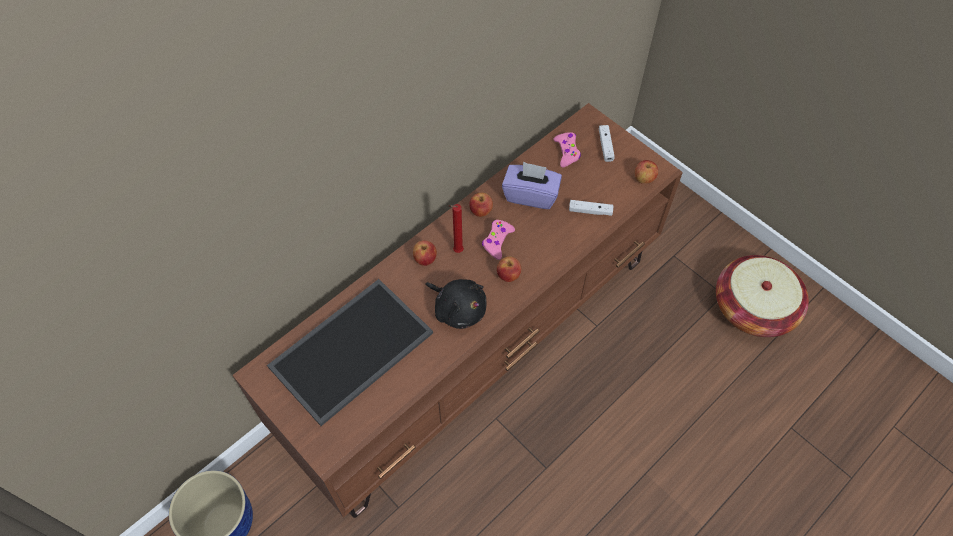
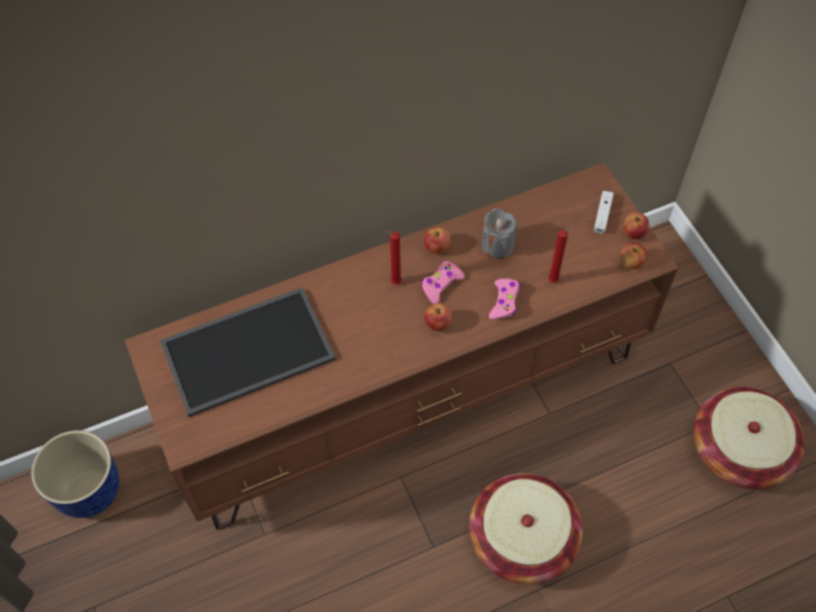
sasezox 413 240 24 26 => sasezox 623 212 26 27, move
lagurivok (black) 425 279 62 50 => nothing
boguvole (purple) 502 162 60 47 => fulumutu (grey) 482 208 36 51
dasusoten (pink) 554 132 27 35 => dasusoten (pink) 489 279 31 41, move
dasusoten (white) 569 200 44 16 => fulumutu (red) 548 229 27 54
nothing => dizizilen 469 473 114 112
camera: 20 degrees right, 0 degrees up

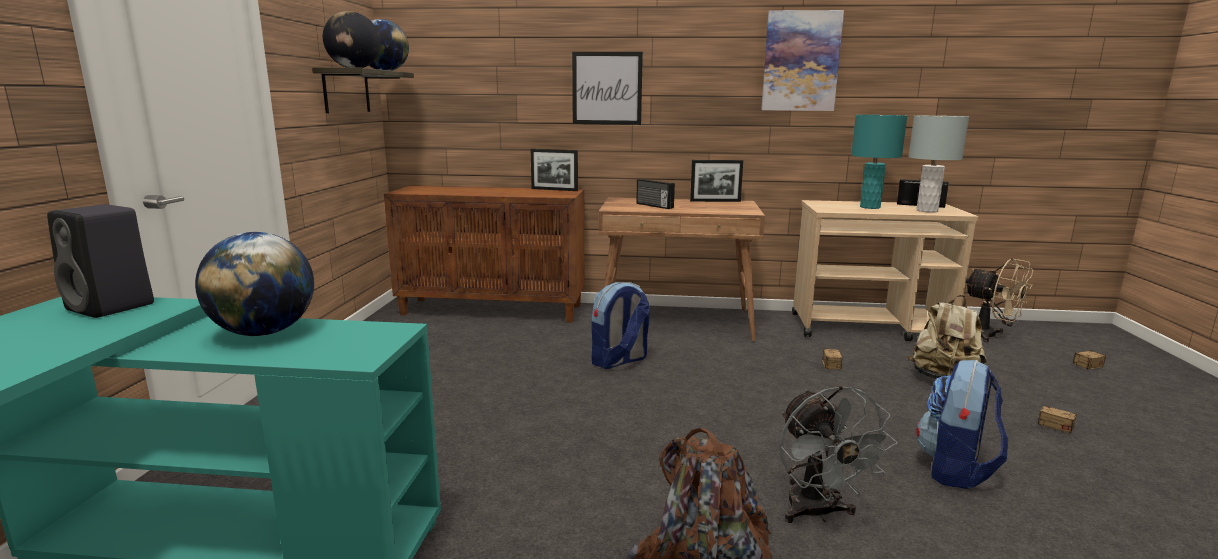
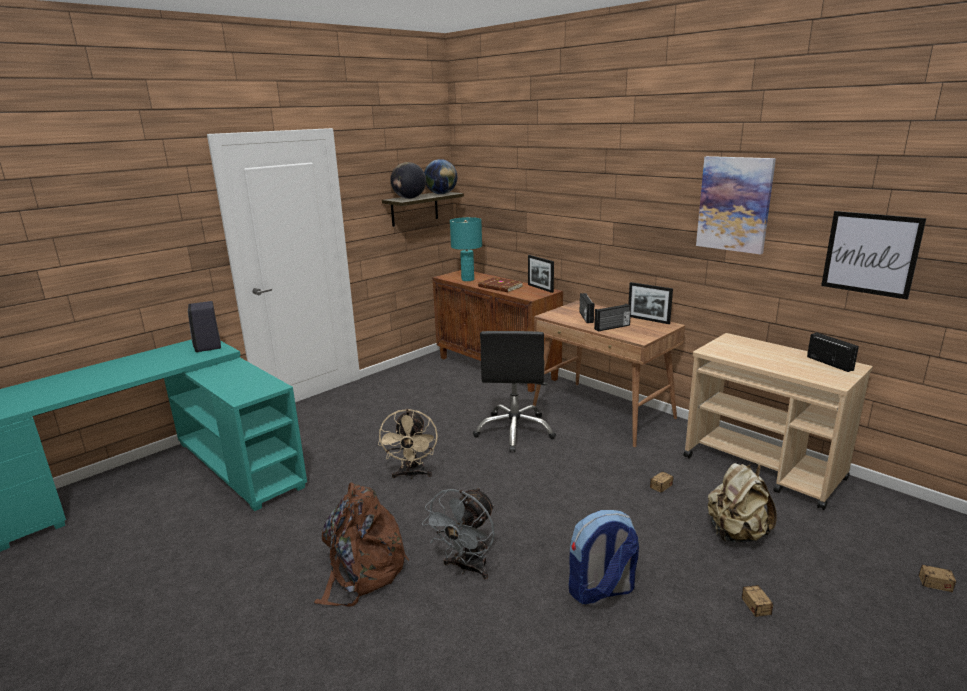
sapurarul 195 232 119 104 => nothing
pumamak 572 52 71 73 => pumamak 821 211 106 89, move
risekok 592 282 57 87 => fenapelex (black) 473 331 83 121
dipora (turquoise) 851 115 56 94 => dipora (turquoise) 450 217 32 64, move
dipora (grey) 908 116 61 97 => nothing
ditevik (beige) 965 258 68 84 => ditevik (beige) 378 409 60 70, move
nothing => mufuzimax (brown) 478 277 45 15
nothing => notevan 594 304 37 27
camera: 40 degrees right, 5 degrees up

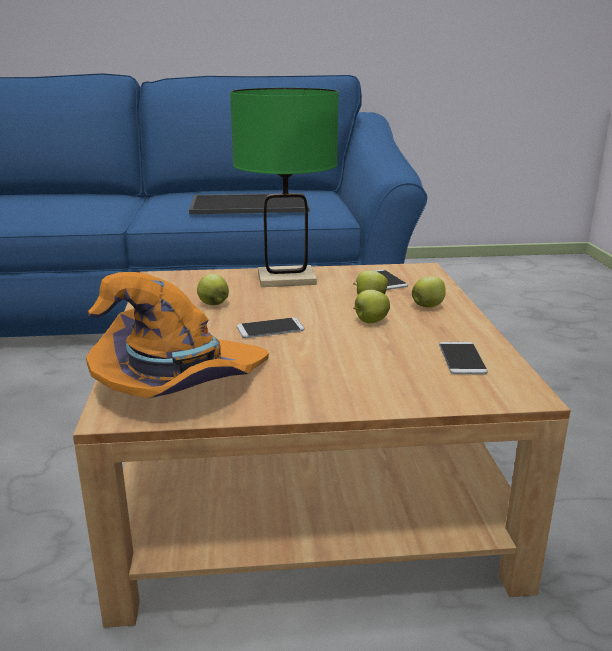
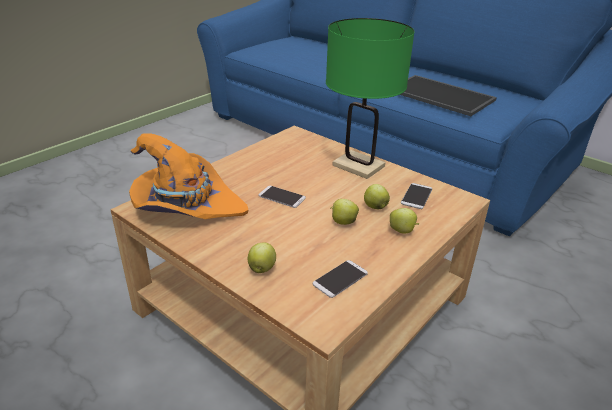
sasezox 197 274 32 31 => sasezox 248 243 28 30, move
camera: 45 degrees right, 10 degrees up

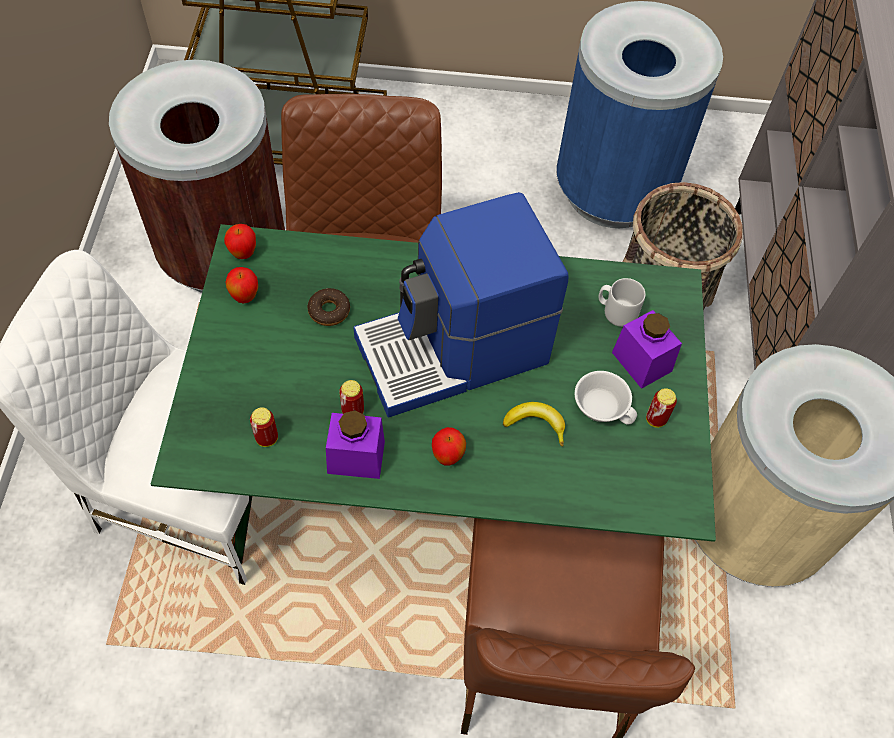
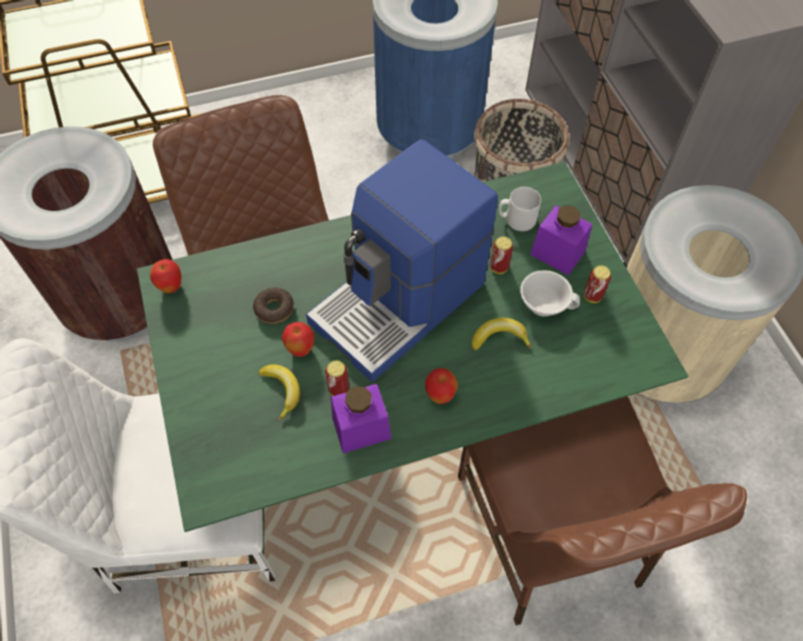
sasezox 225 267 33 36 => sasezox 282 322 33 35, move
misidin 250 407 28 40 => misidin 490 236 23 38, move
nothing => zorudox 259 364 41 56
camera: 20 degrees left, 0 degrees up

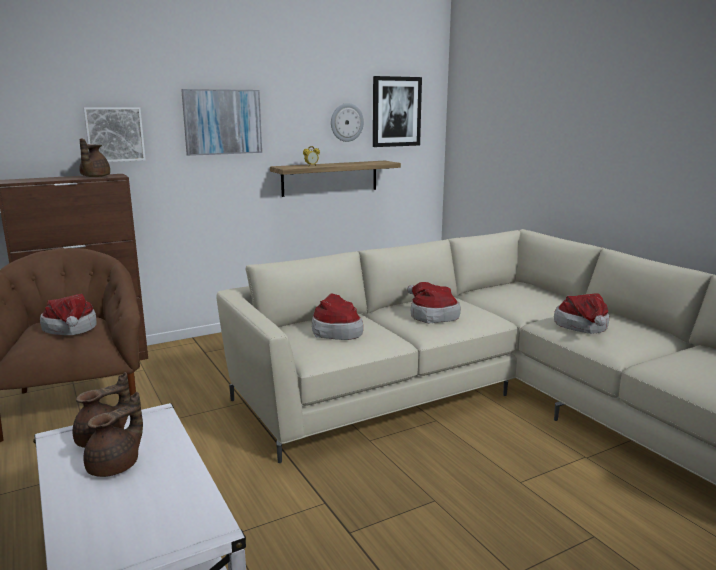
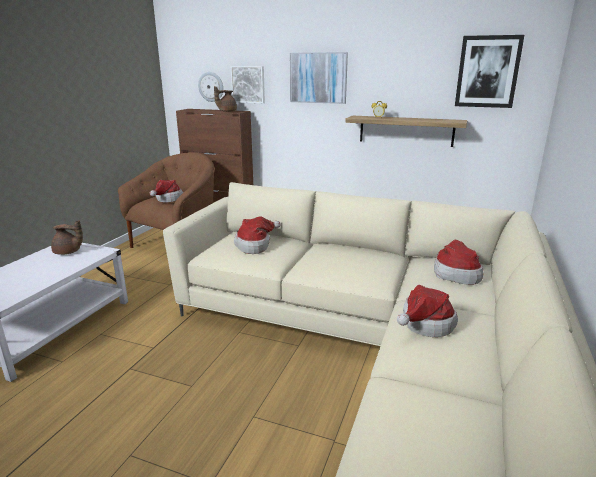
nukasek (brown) 83 392 60 85 => nothing
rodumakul 331 103 33 39 => rodumakul 198 72 25 30, move
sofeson 407 282 54 42 => sofeson 434 240 50 45, move
camera: 50 degrees right, 5 degrees up

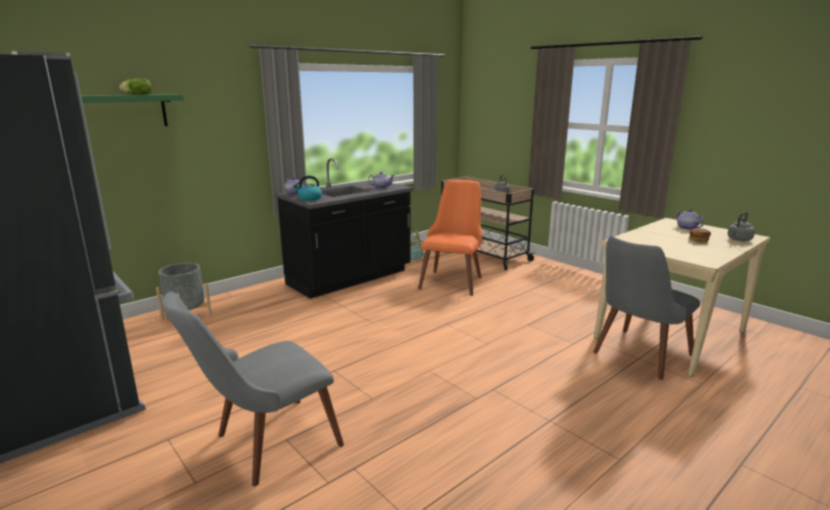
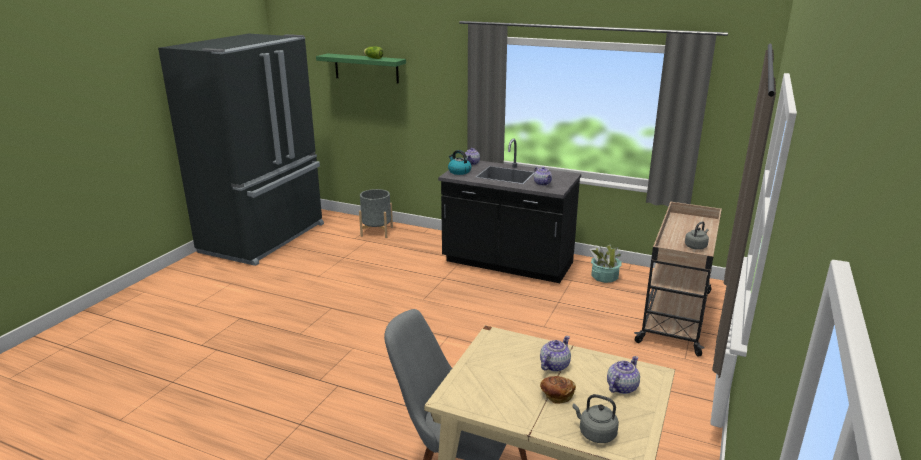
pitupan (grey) 161 292 183 194 => nothing
pitupan (orange) 418 180 64 116 => nothing
nothing => nukasek 540 336 31 36
camera: 65 degrees right, 5 degrees up

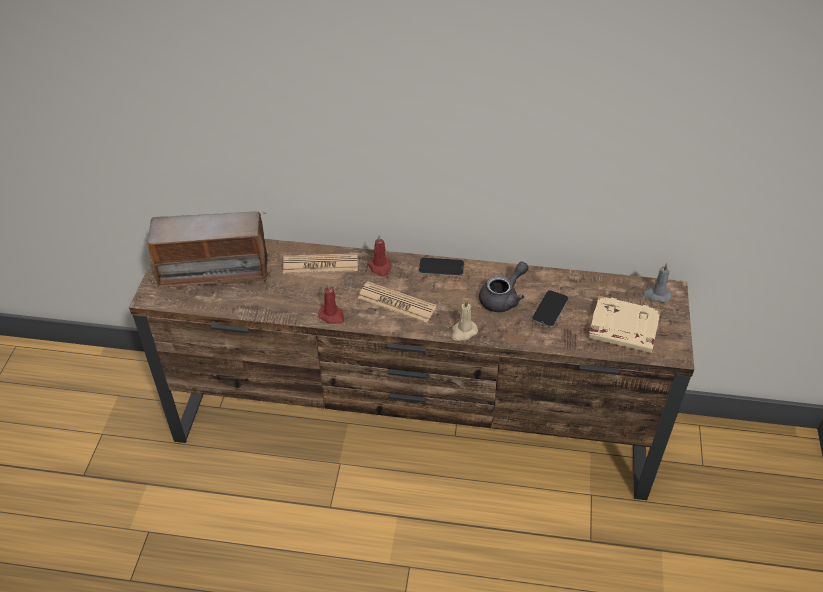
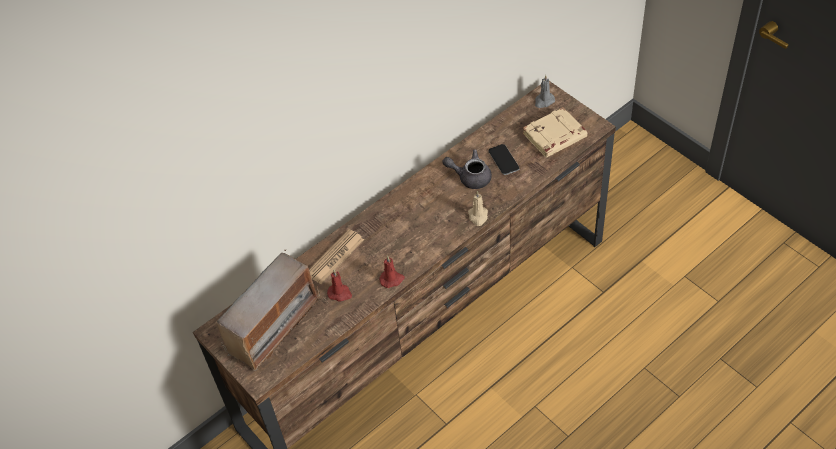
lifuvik 358 281 79 42 => nothing
fulumutu (red) 368 235 23 42 => fulumutu (red) 327 270 25 32, move
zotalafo 419 258 45 18 => nothing
nukasek (grey) 479 261 50 51 => nukasek (grey) 442 149 50 40, 75 degrees counterclockwise
camera: 45 degrees left, 5 degrees up

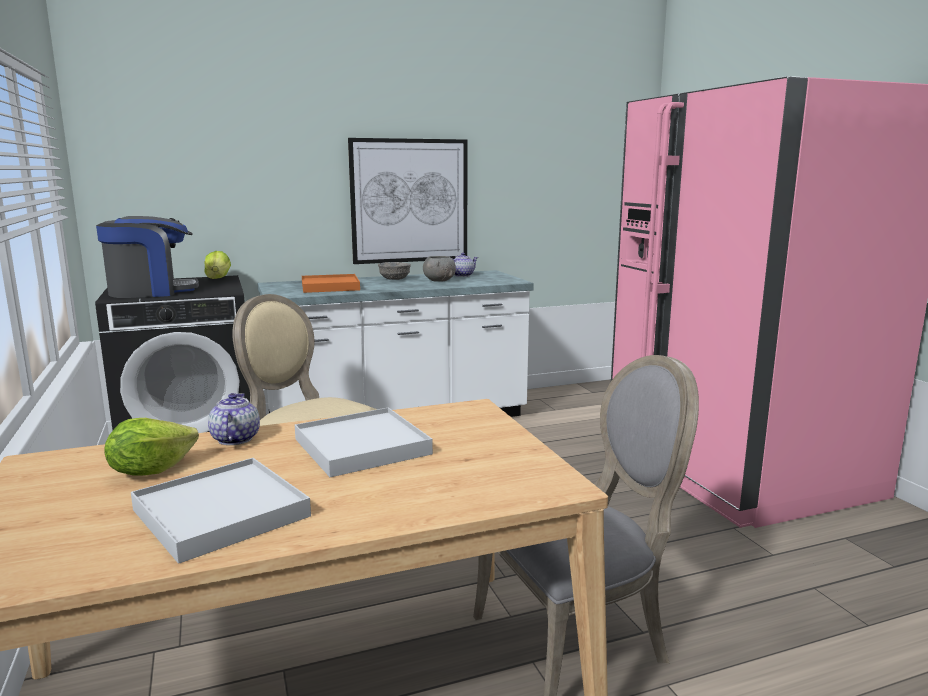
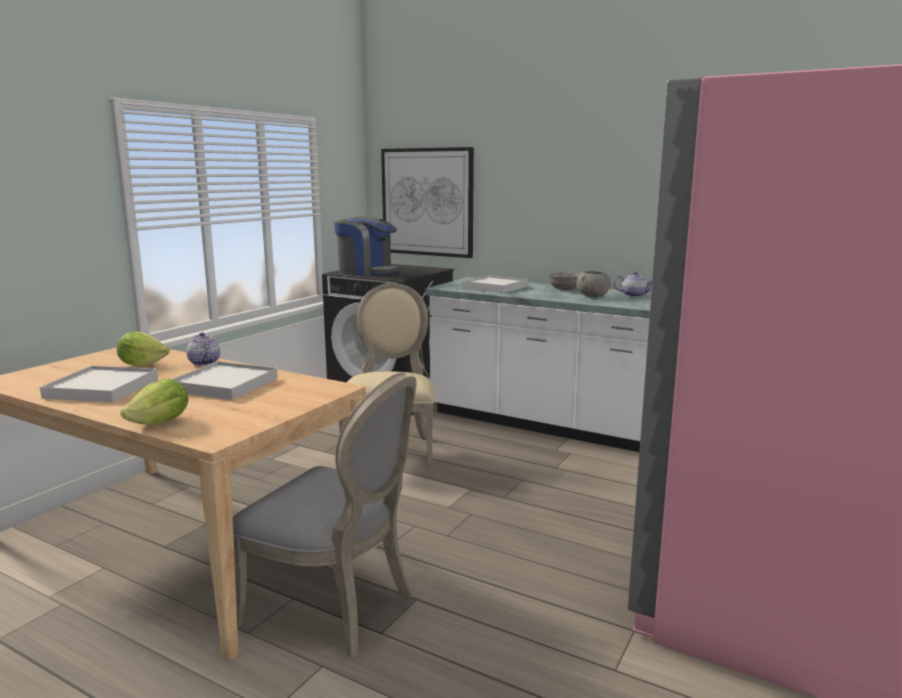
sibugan 204 251 27 28 => sibugan 120 379 68 46, move
nukasek 208 393 52 52 => nukasek 186 332 34 34, 75 degrees counterclockwise
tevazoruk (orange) 302 274 58 19 => tevazoruk (white) 462 275 66 18
pumamak 348 138 119 126 => pumamak 381 147 93 111, move
camera: 50 degrees right, 0 degrees up

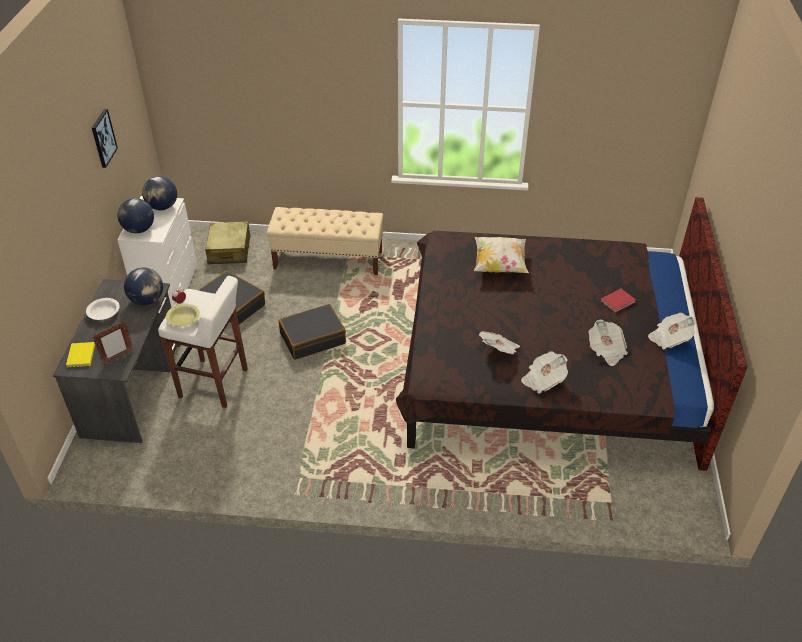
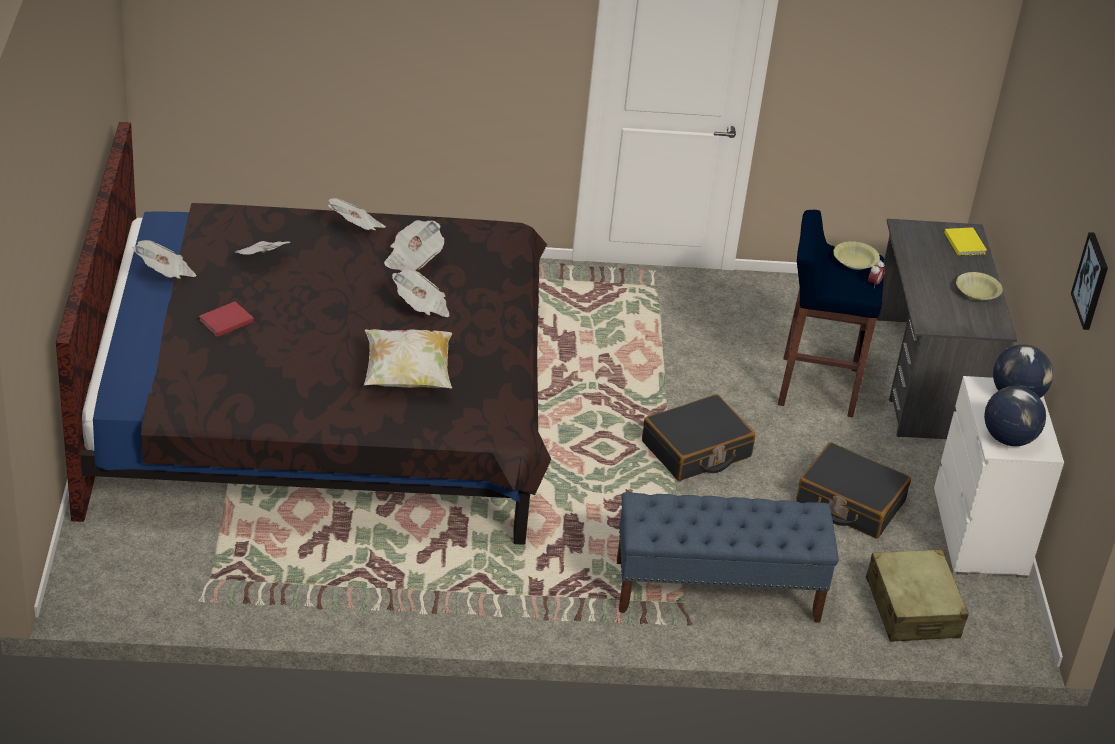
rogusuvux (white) 86 298 34 22 => rogusuvux (yellow) 956 272 47 29
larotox 92 321 42 44 => nothing
sapurarul 124 268 39 37 => nothing
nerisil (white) 158 276 90 132 => nerisil (blue) 778 210 107 208
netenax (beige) 267 207 116 68 => netenax (blue) 617 493 222 130
nothing => lifuvik 392 270 57 47
camera: 170 degrees right, 5 degrees down

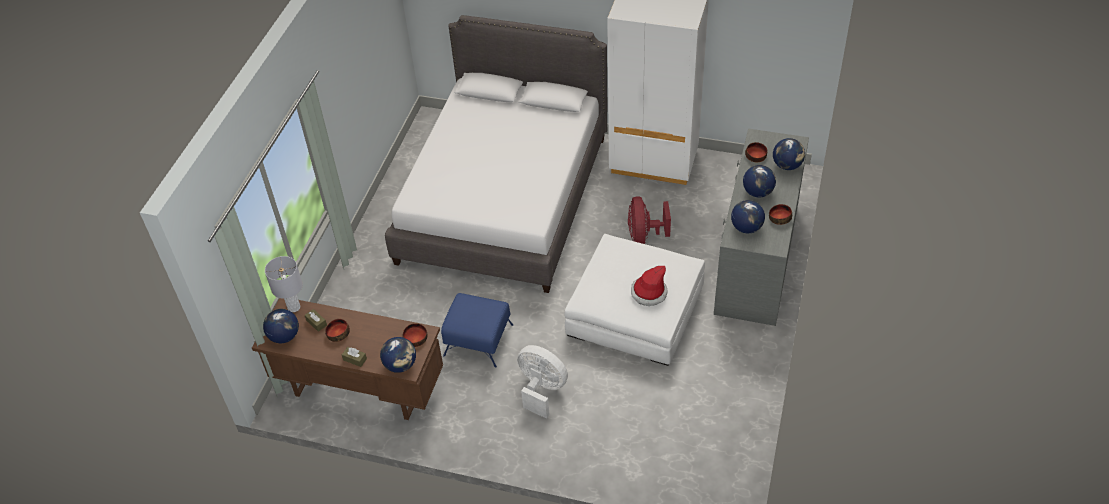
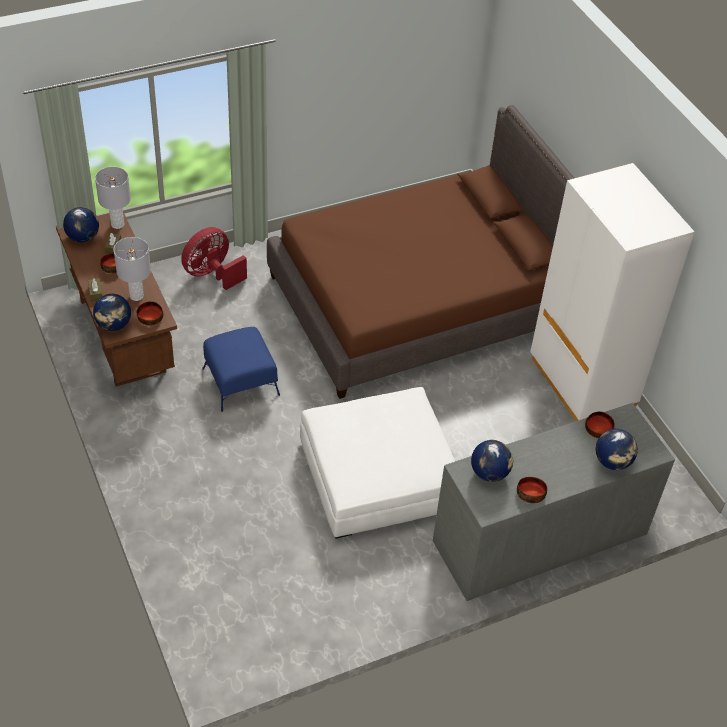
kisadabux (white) 385 15 222 278 => kisadabux (brown) 267 105 307 294
ditevik (white) 517 345 51 74 => nothing
ditevik (red) 628 196 43 48 => ditevik (red) 181 227 66 63, move
sofeson 631 266 37 40 => nothing
sapurarul 743 165 33 32 => nothing
nothing => dipora (grey) 113 237 38 64
camera: 45 degrees right, 0 degrees up

